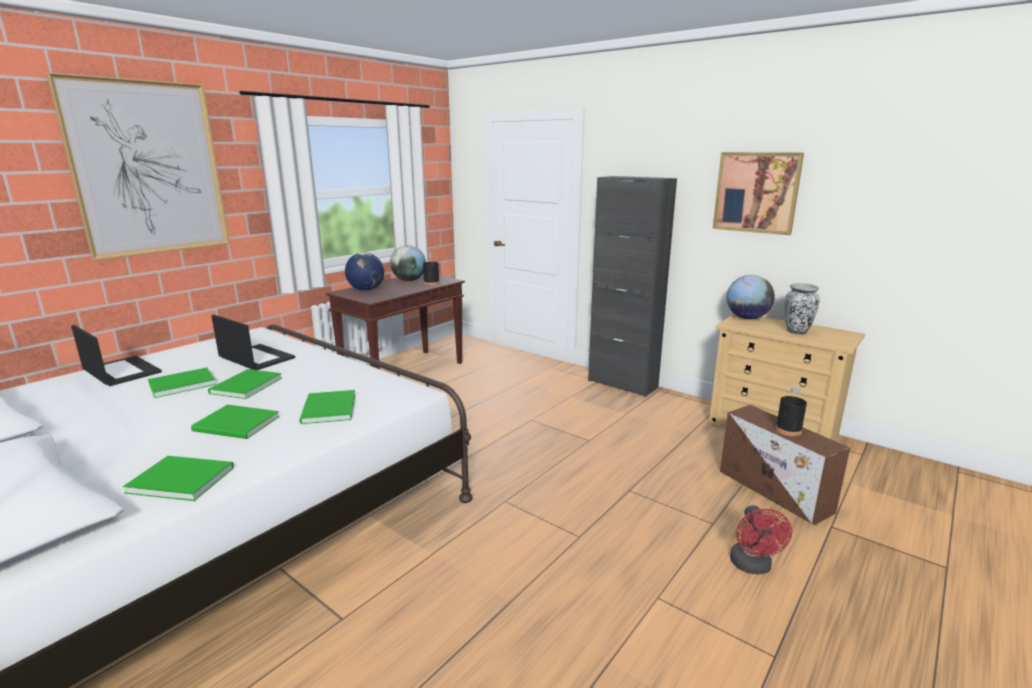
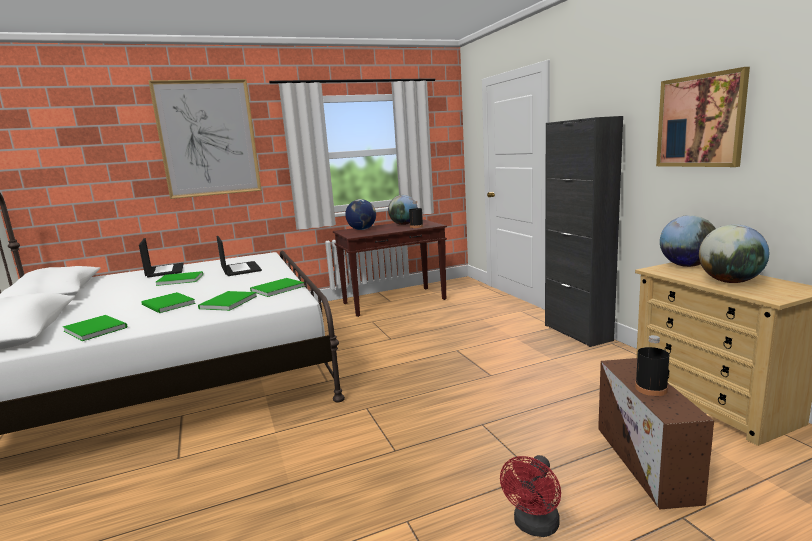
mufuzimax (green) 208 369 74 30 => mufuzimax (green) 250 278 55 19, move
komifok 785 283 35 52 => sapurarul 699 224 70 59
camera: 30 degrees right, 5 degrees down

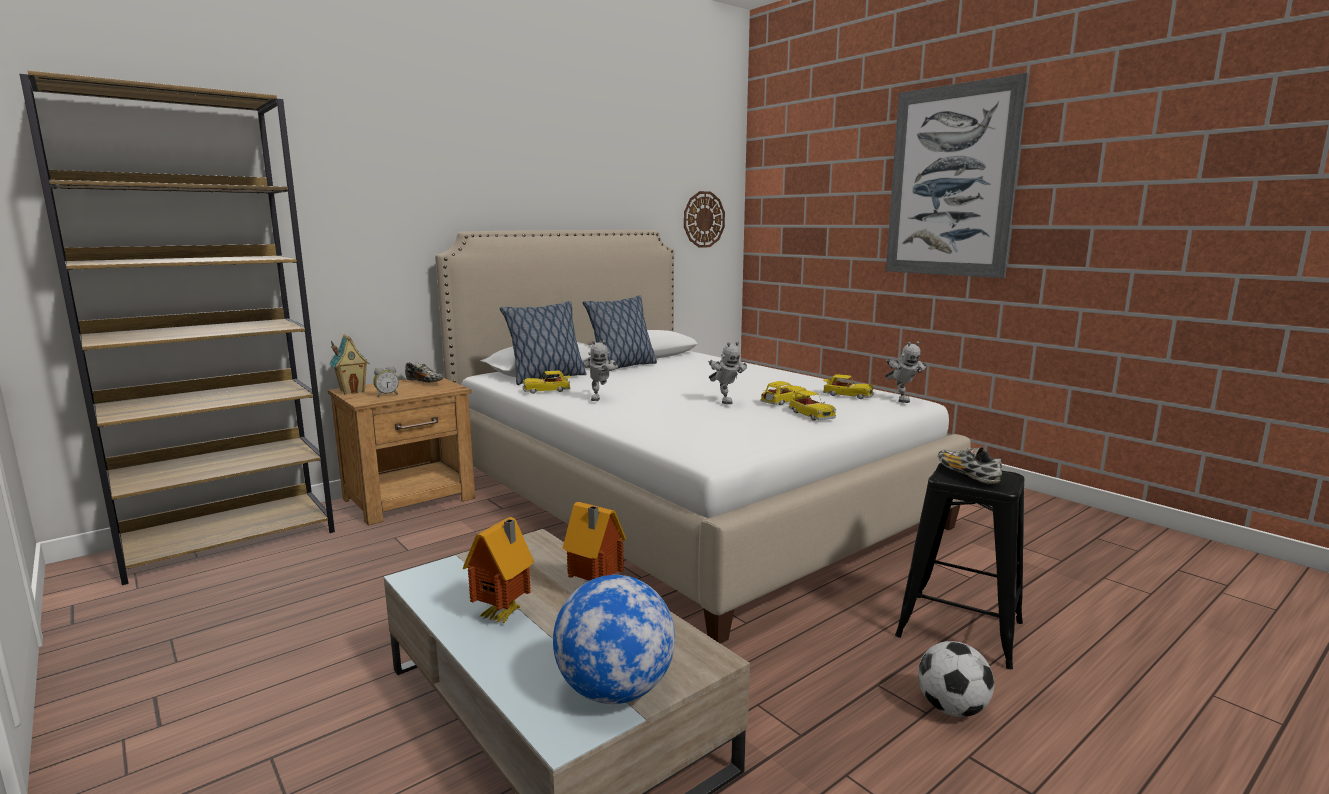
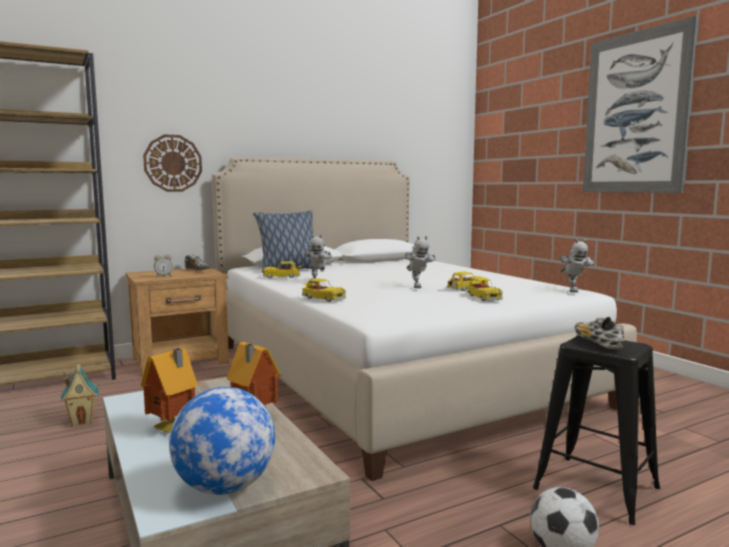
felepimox 329 334 41 61 => felepimox 61 364 38 62, move
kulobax 583 295 74 76 => nothing
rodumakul 684 191 41 57 => rodumakul 143 134 59 58, move
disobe 823 374 51 25 => disobe 302 278 44 24, move
camera: 10 degrees right, 5 degrees down

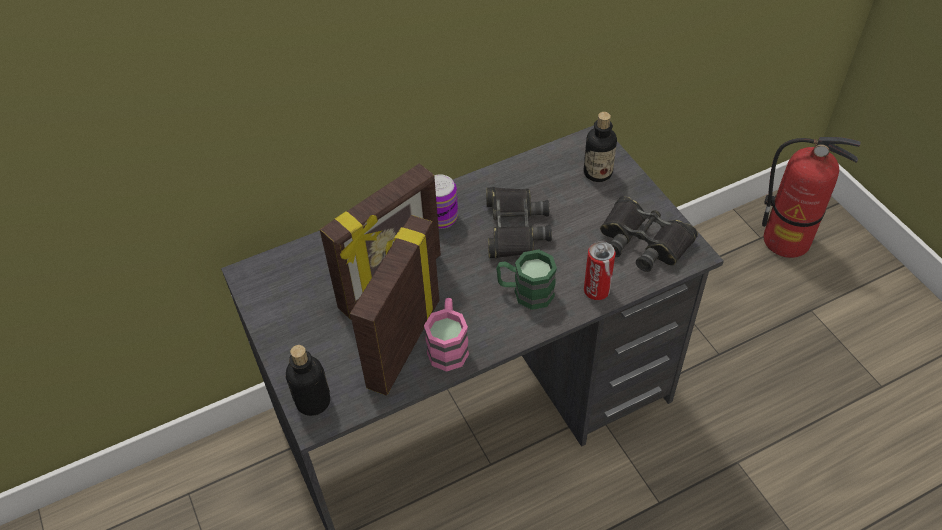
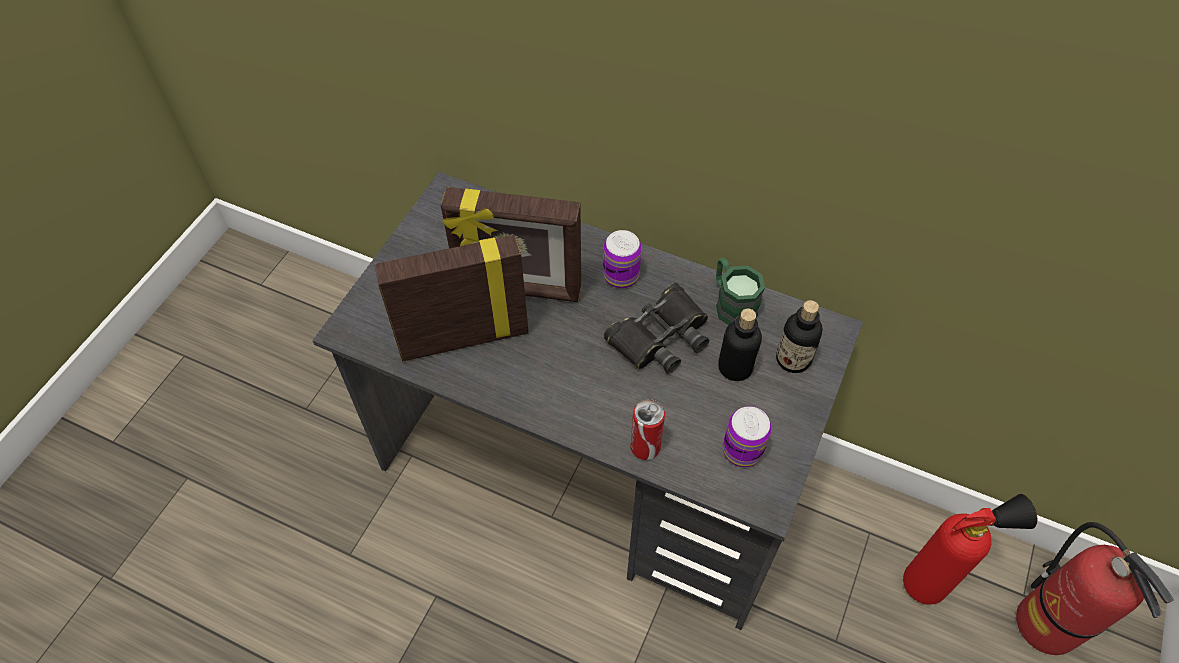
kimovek 286 345 44 71 => kimovek 718 308 44 73, move
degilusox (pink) 424 298 45 74 => nothing
degilusox (green) 496 250 61 60 => degilusox (green) 716 257 49 68, move
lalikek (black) 600 196 98 76 => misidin 723 406 49 61
nothing => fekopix 903 494 134 111
camera: 50 degrees right, 5 degrees up

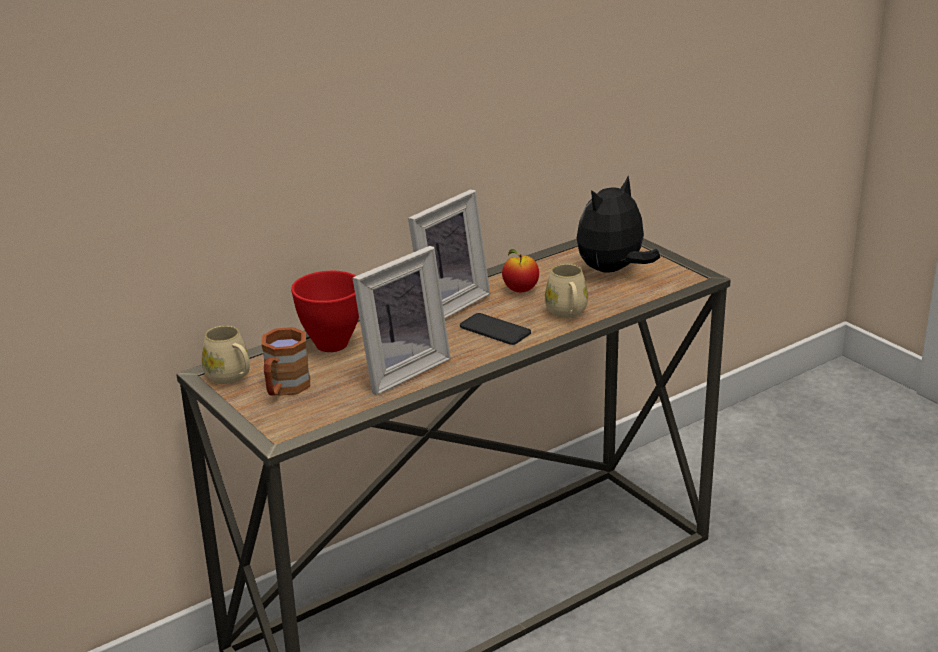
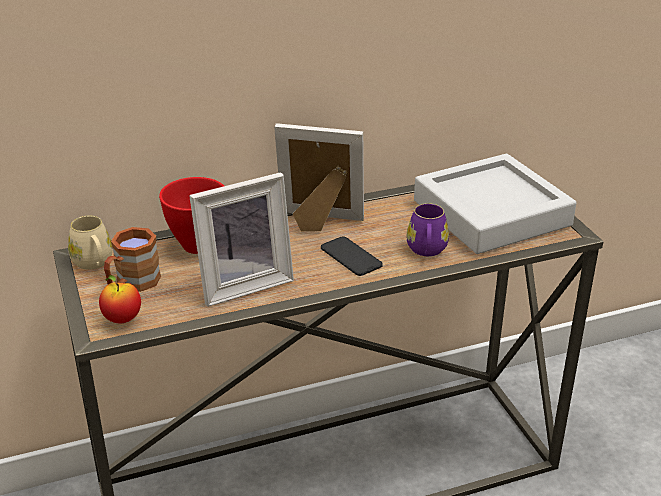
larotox 408 189 82 129 => larotox 274 123 90 109, 135 degrees counterclockwise
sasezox 502 249 37 43 => sasezox 99 275 42 48, move
degilusox (beige) 545 264 43 54 => degilusox (purple) 406 203 43 53
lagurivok 577 176 83 97 => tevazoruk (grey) 414 154 163 100
camera: 15 degrees right, 5 degrees up

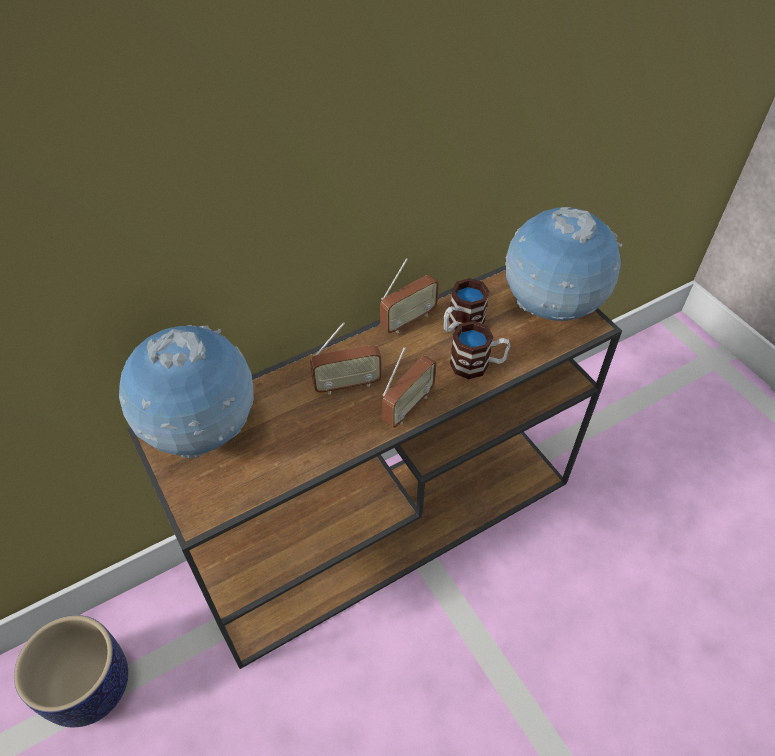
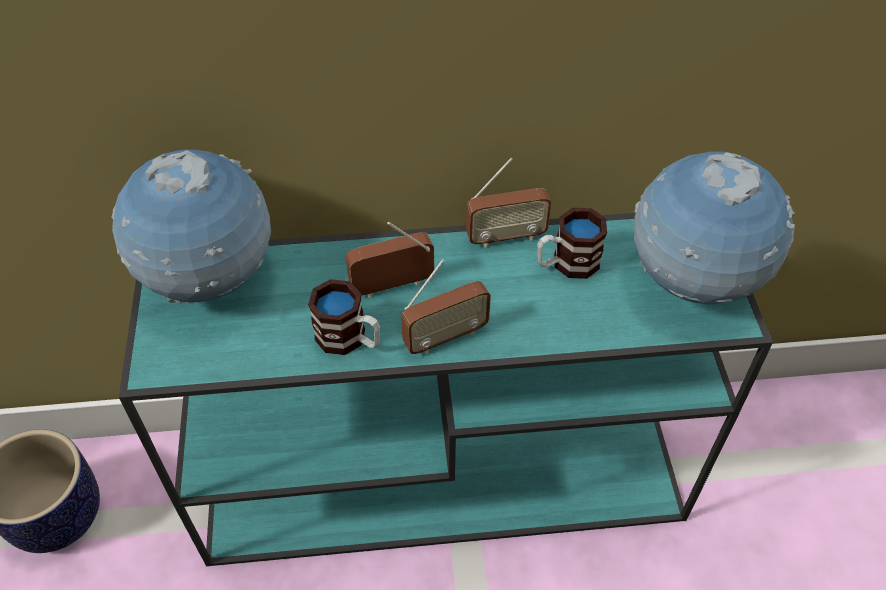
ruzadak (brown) 127 265 495 404 => ruzadak (turquoise) 119 213 654 353
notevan 310 322 72 73 => notevan 346 222 88 76, 150 degrees clockwise
degilusox 450 321 60 58 => degilusox 308 279 72 76, move
camera: 25 degrees right, 0 degrees up

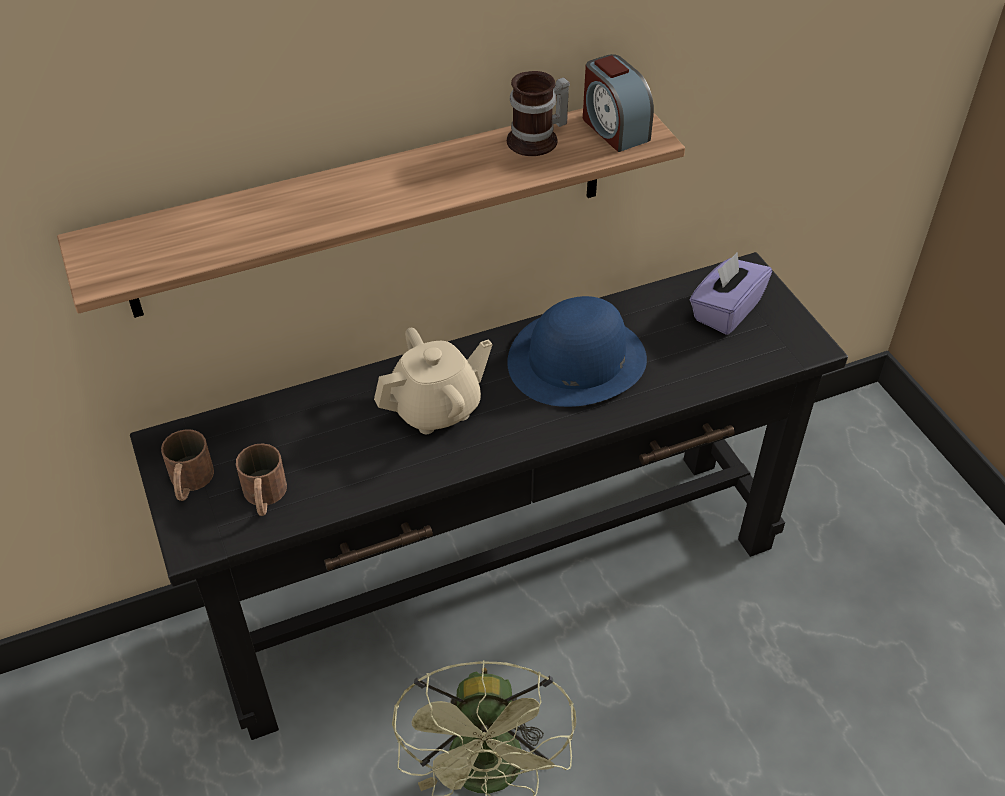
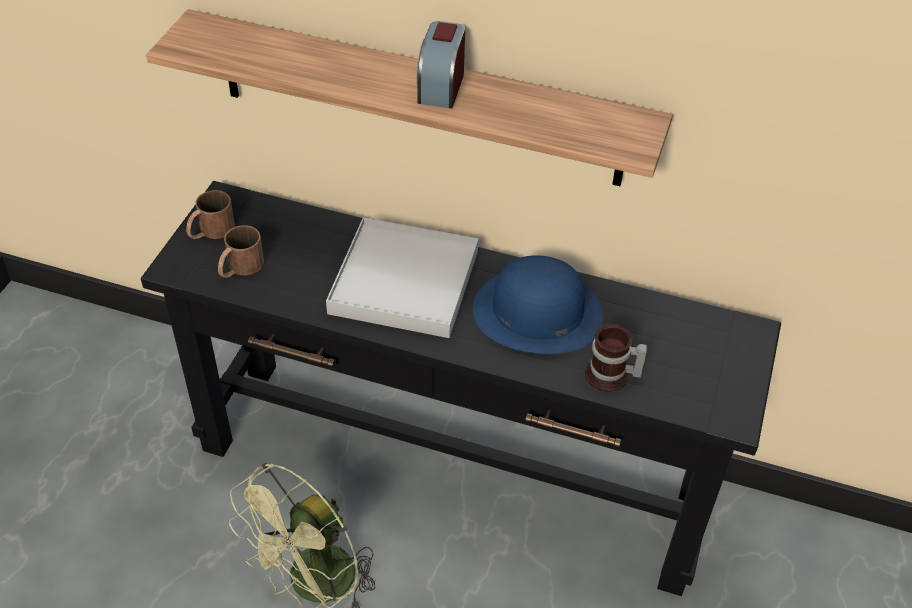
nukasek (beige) 374 328 118 106 => tevazoruk (white) 326 217 152 121
degilusox 507 71 63 85 => degilusox 585 324 62 68, move
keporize 583 54 71 98 => keporize 417 21 48 88, move
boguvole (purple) 690 252 82 83 => nothing
camera: 40 degrees right, 0 degrees up

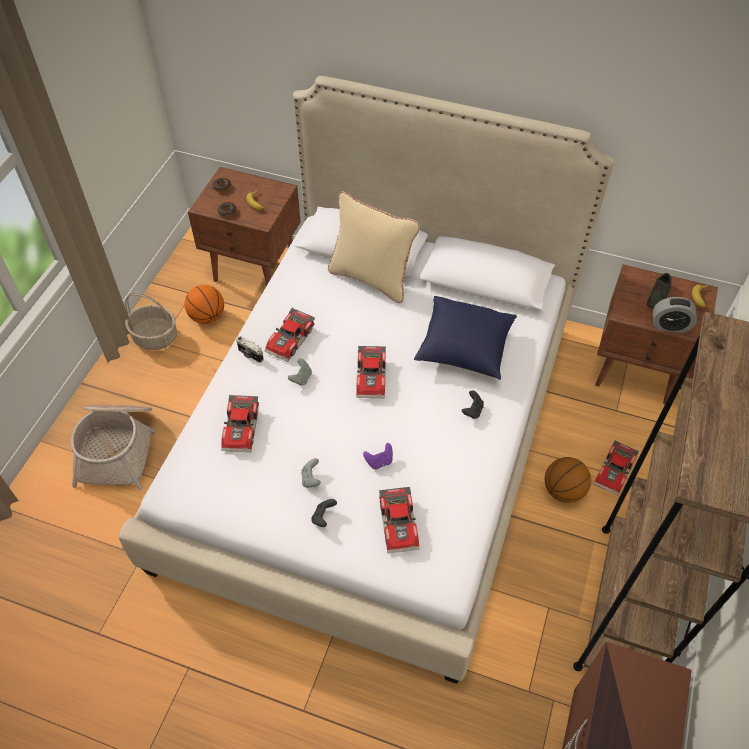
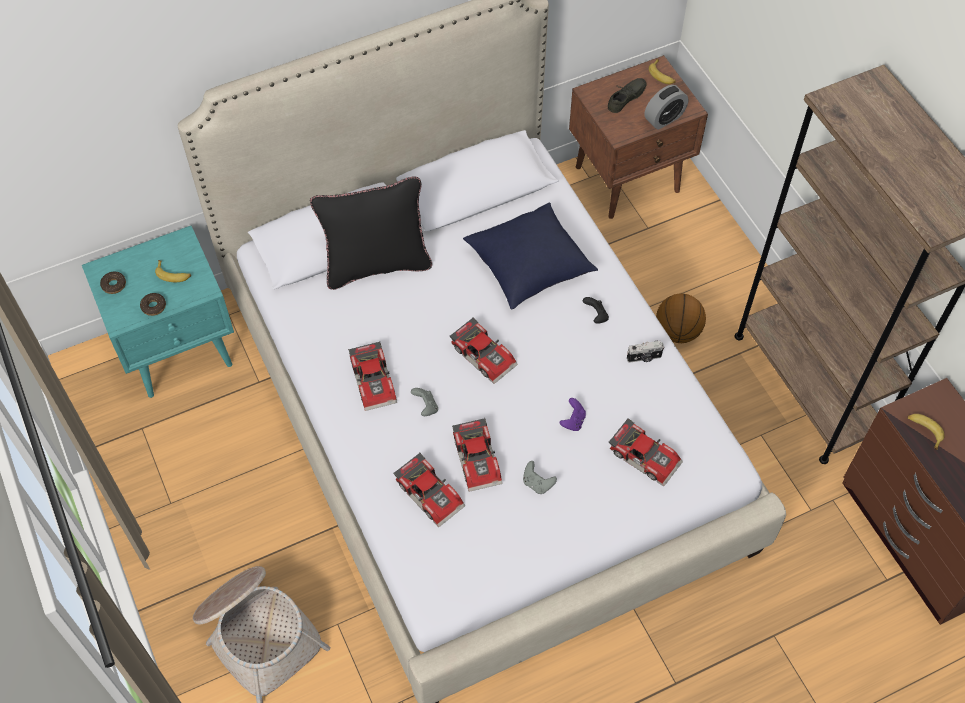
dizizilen 125 292 52 58 => nothing
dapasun 184 285 40 39 => nothing
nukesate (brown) 188 167 113 118 => nukesate (turquoise) 82 226 152 172
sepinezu 236 336 28 27 => sepinezu 627 341 38 22, move
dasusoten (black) 311 499 26 28 => nothing
kulobax (beige) 328 191 92 112 => kulobax (black) 310 176 122 114
disobe 594 441 45 54 => disobe 452 418 50 74, move
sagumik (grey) 647 273 25 36 => sagumik (grey) 608 78 39 35, 120 degrees counterclockwise
nothing => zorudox 907 414 37 36
camera: 45 degrees left, 5 degrees up

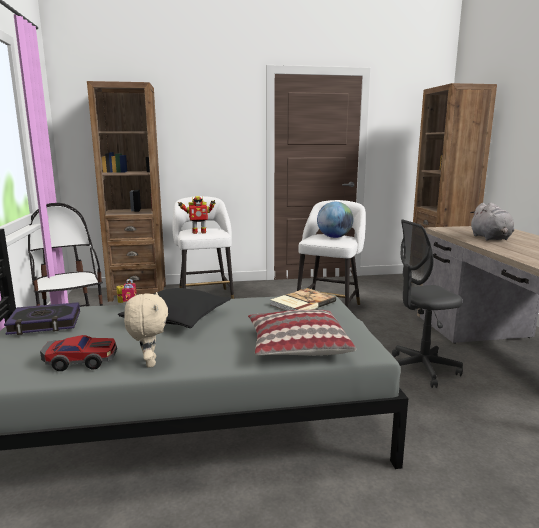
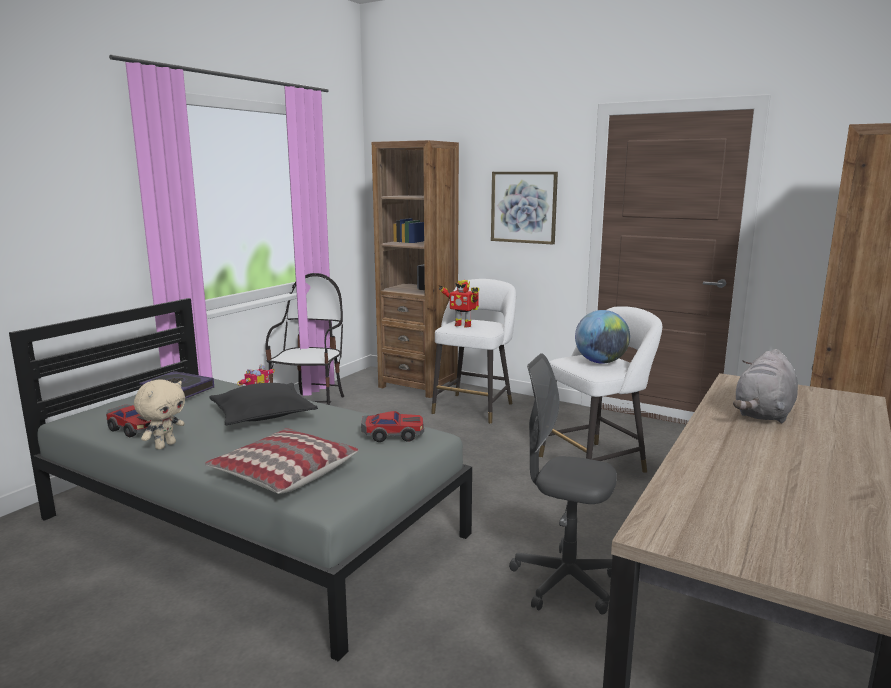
mufuzimax 270 288 66 23 => disobe 361 411 63 31
nothing => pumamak 491 172 67 73
camera: 40 degrees right, 0 degrees up

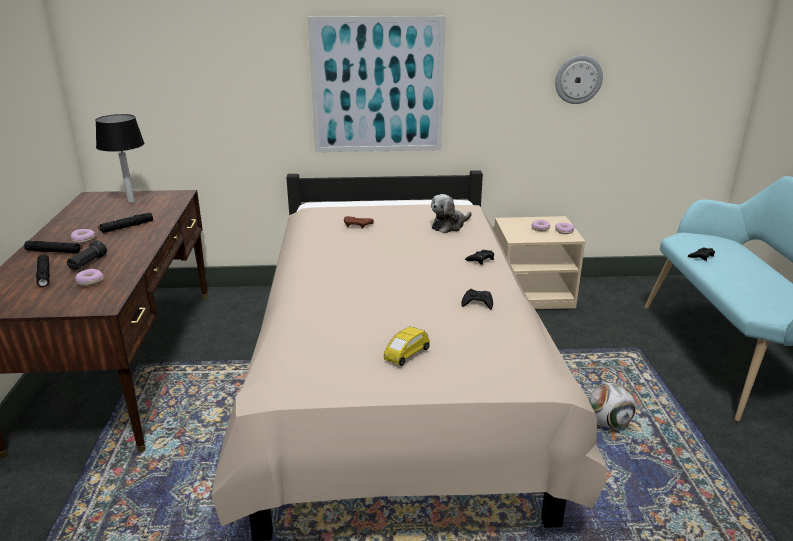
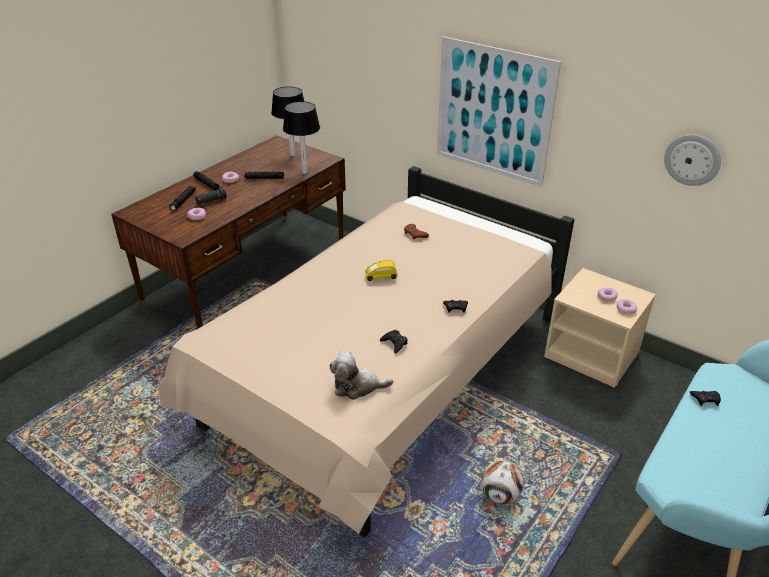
disobe (yellow) 384 327 46 39 => disobe (yellow) 365 261 32 20, move
lagurivok 431 194 41 39 => lagurivok 330 351 63 49, move
nothing => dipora 283 101 37 73
camera: 40 degrees right, 10 degrees up

